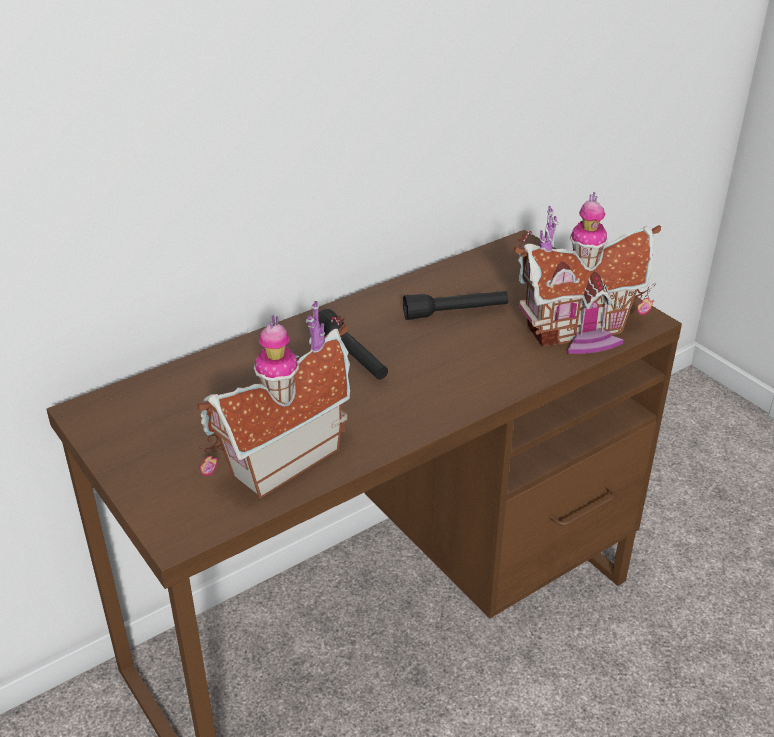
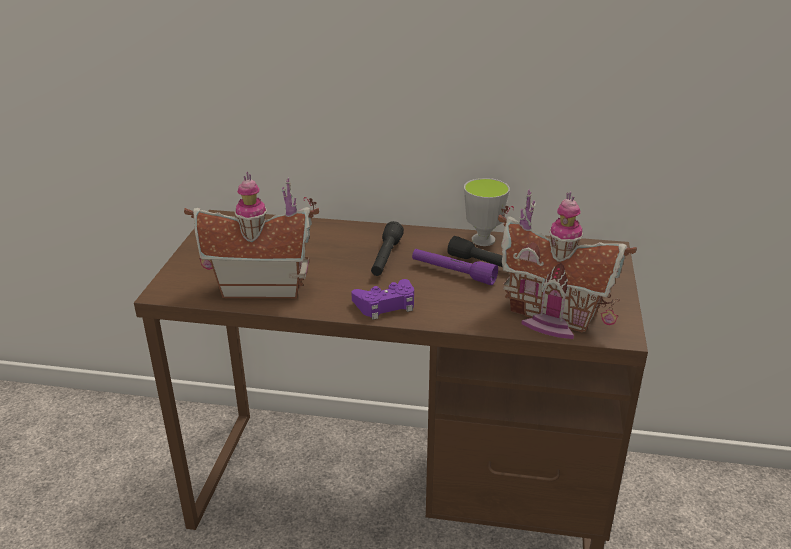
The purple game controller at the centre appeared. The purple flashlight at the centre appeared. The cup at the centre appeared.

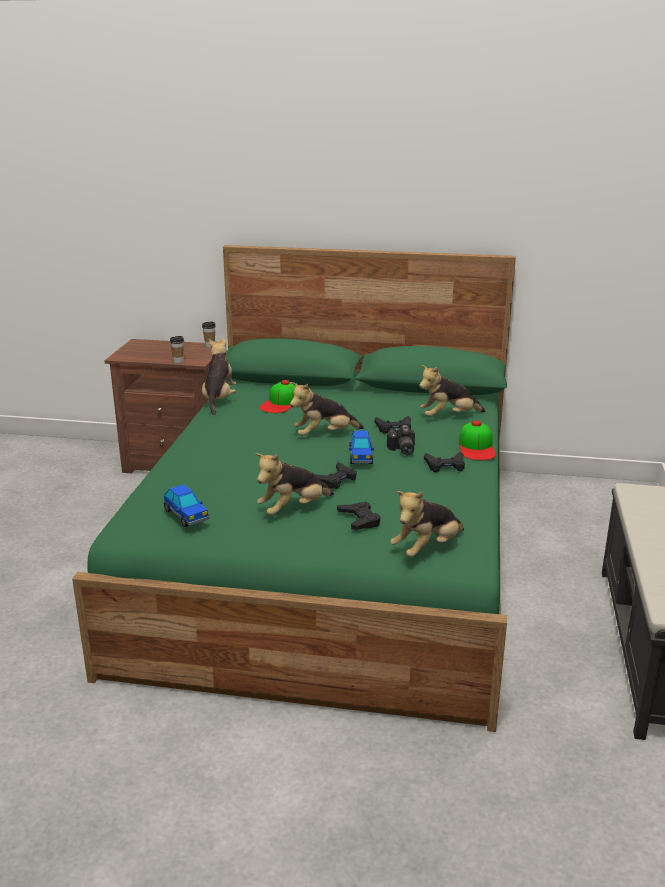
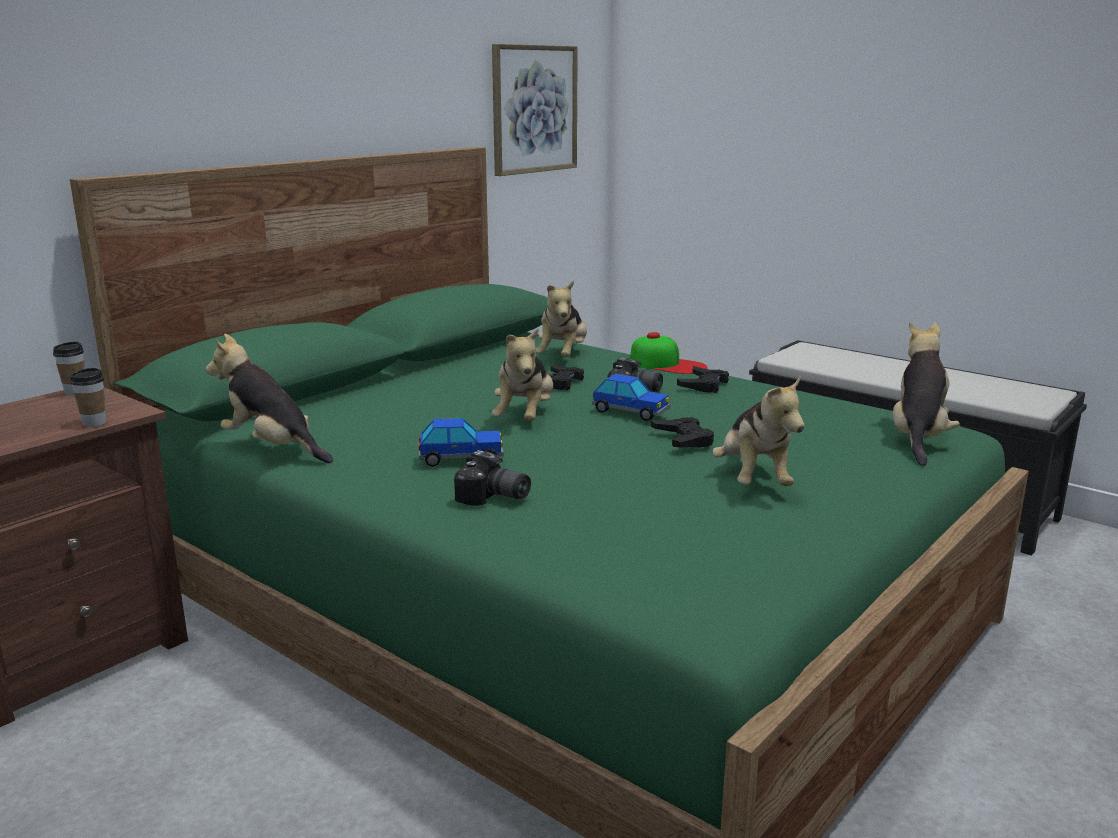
The toy car (1st from left) moved from the middle left to the centre. The cap (1st from left) at the centre disappeared. The black game controller (2nd from left) at the centre disappeared. The plush toy (4th from left in the first image) at the centre turned 150 degrees counterclockwise. The photo camera (1st from left) at the centre appeared. The picture at the top centre appeared.

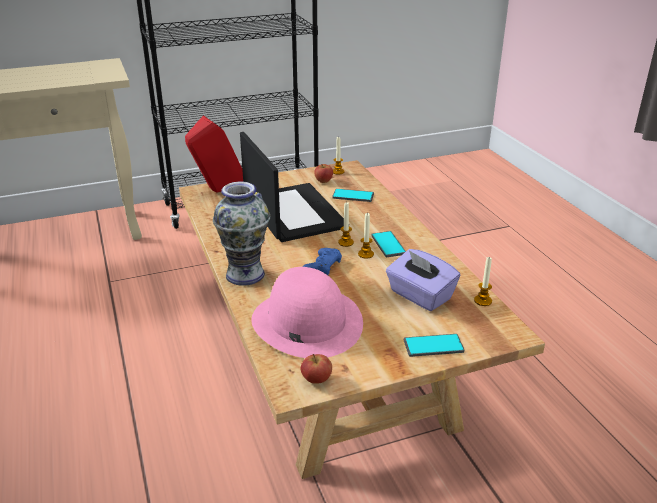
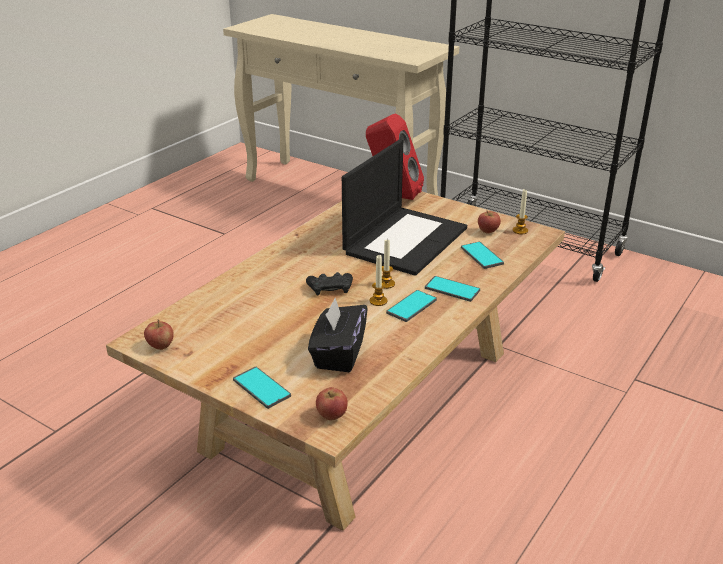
The vase at the centre disappeared. The pink hat at the centre disappeared. The blue game controller at the centre became the black game controller at the centre. The purple tissue box at the centre became the black tissue box at the centre. The candle (4th from left) at the middle right disappeared. The apple (2nd from left) at the bottom centre appeared. The phone (3rd from left) at the centre appeared.

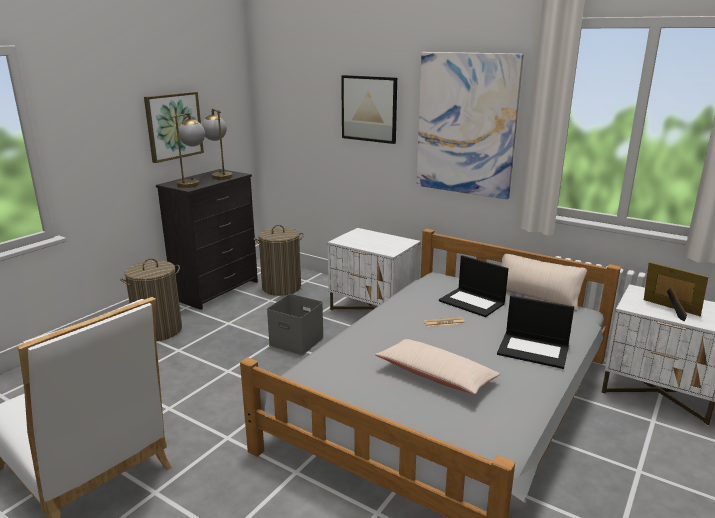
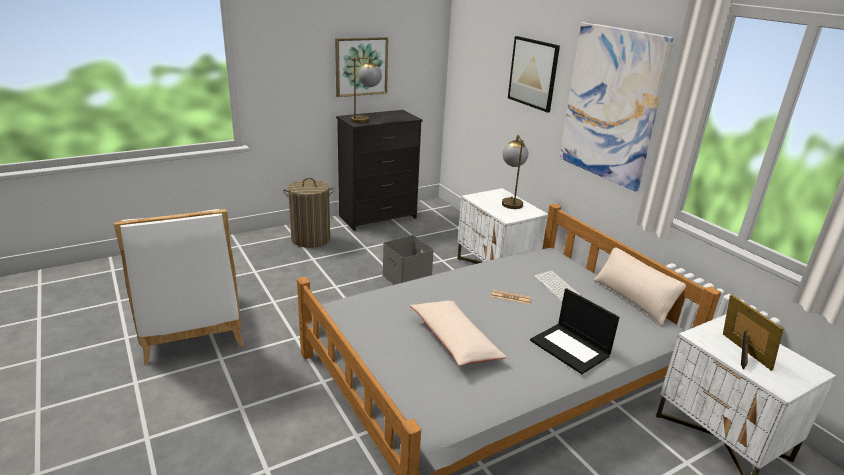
The table lamp (2nd from left) moved from the top left to the centre. The laundry basket (2nd from left) at the centre disappeared. The laptop (1st from left) at the centre was replaced by the keyboard at the centre.

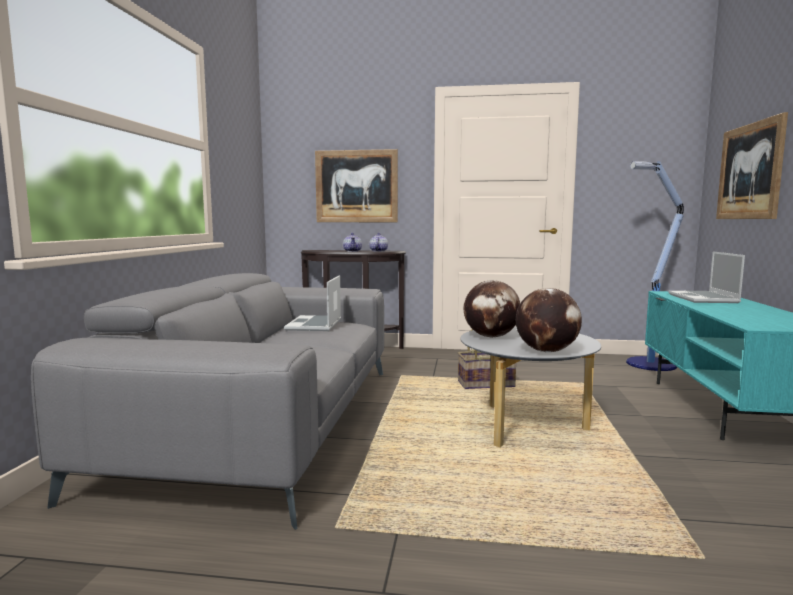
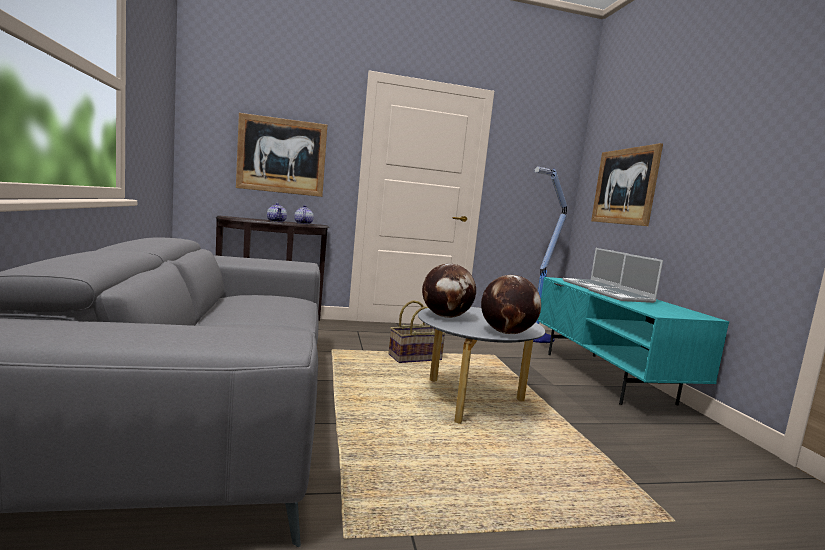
The laptop (1st from left in the first image) moved from the centre to the middle right.

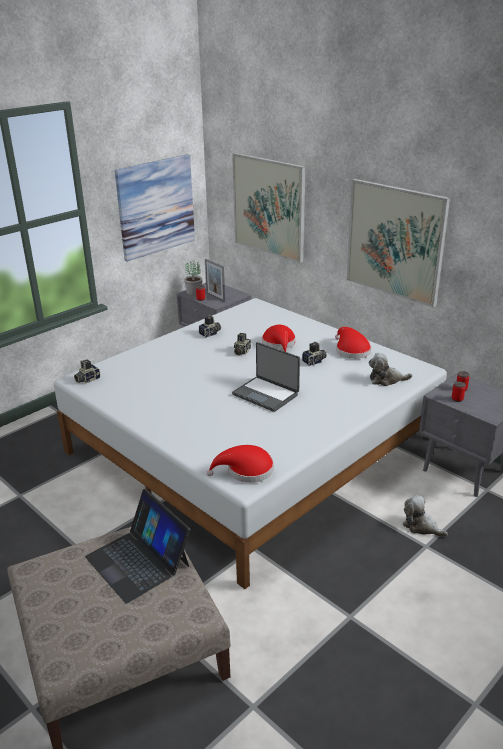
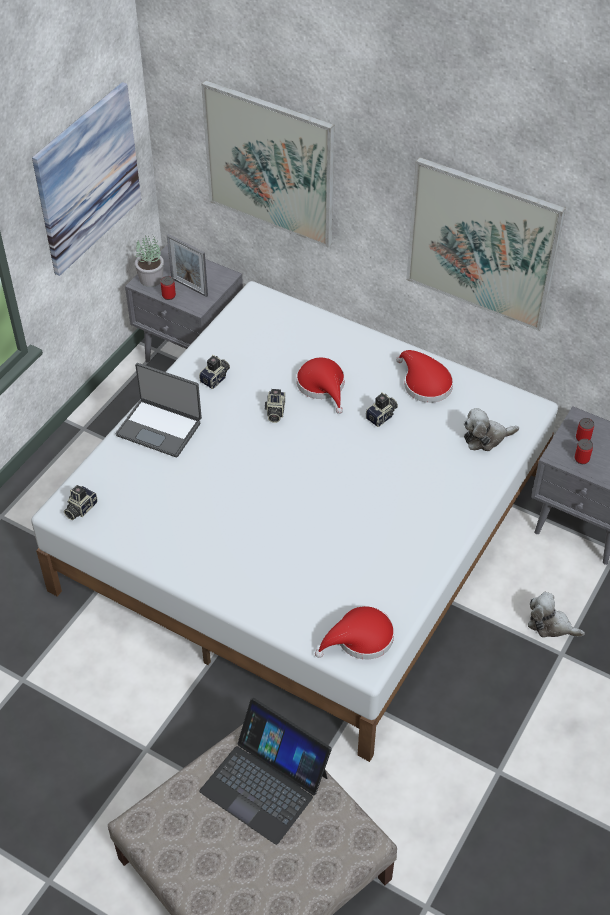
The laptop (2nd from left in the first image) moved from the centre to the middle left.

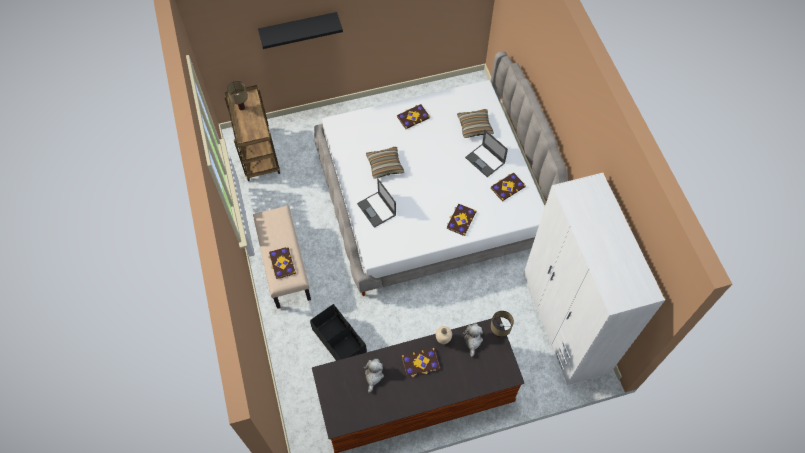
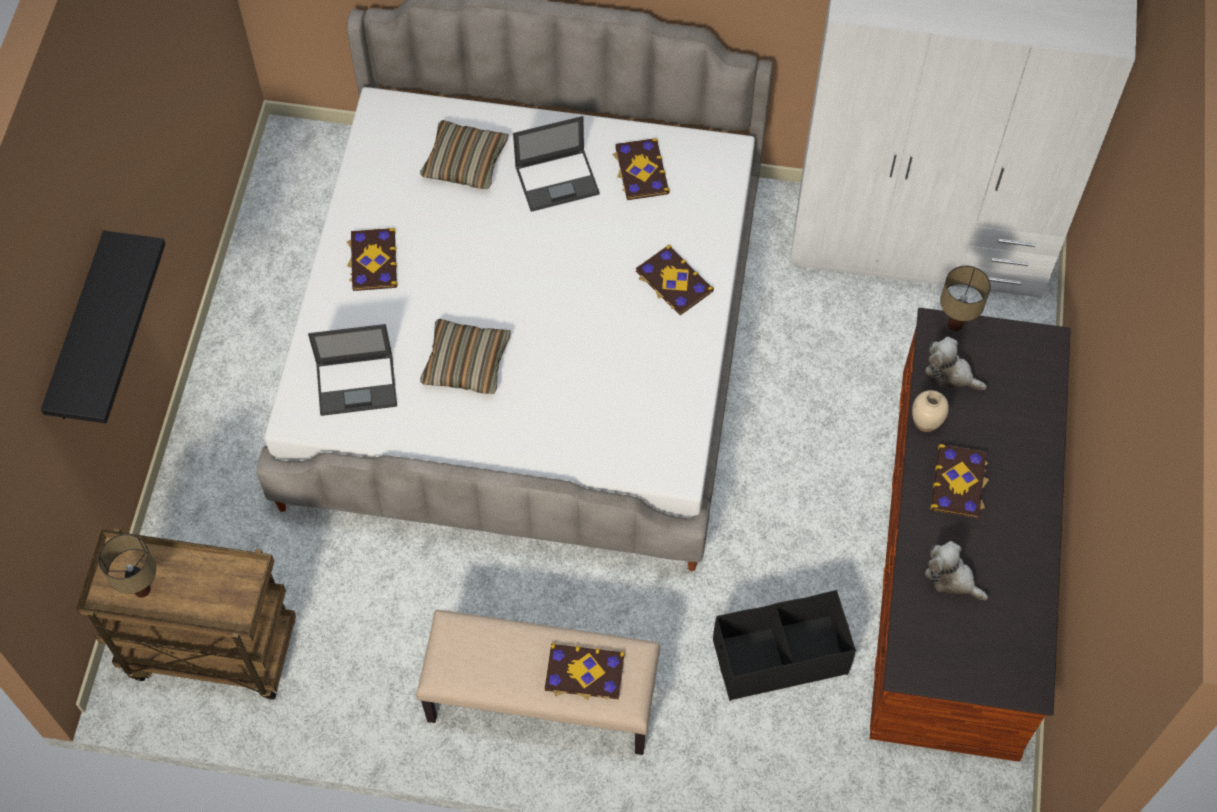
The laptop (1st from left) moved from the centre to the middle left.

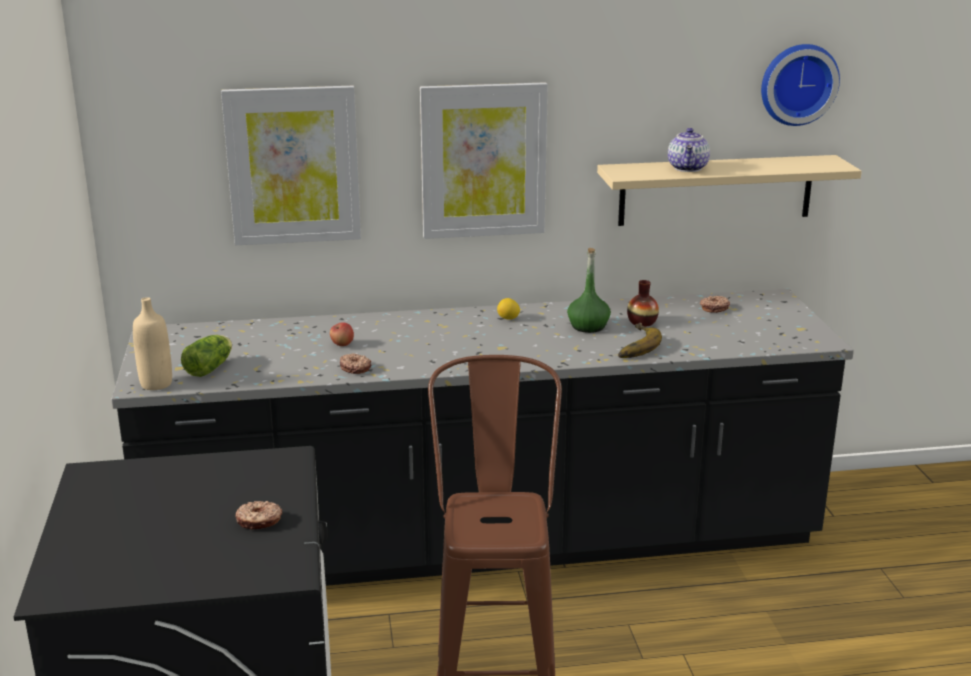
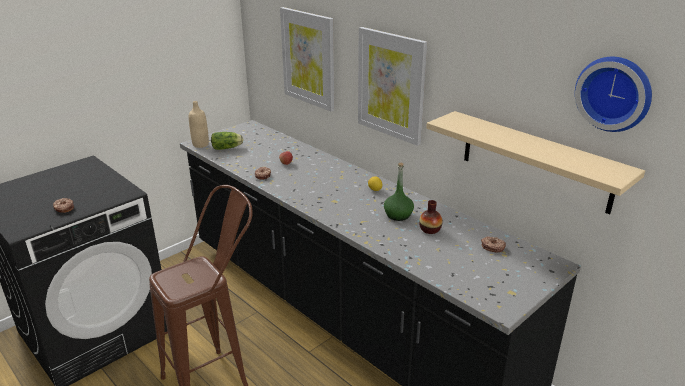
The banana at the centre disappeared. The teapot at the top right disappeared.

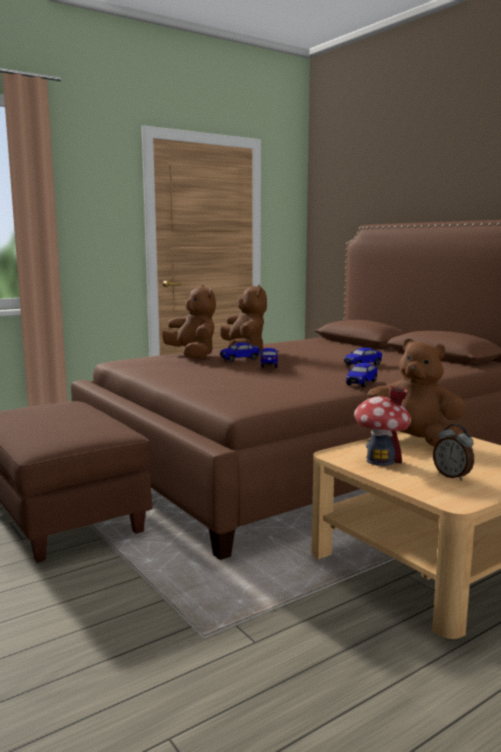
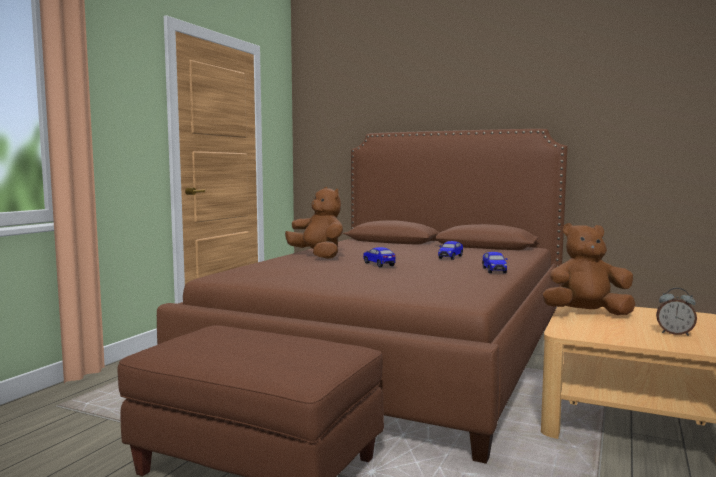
The brown plush toy (1st from left) at the centre disappeared. The toy car (1st from left) at the centre disappeared. The toy house at the middle right disappeared.

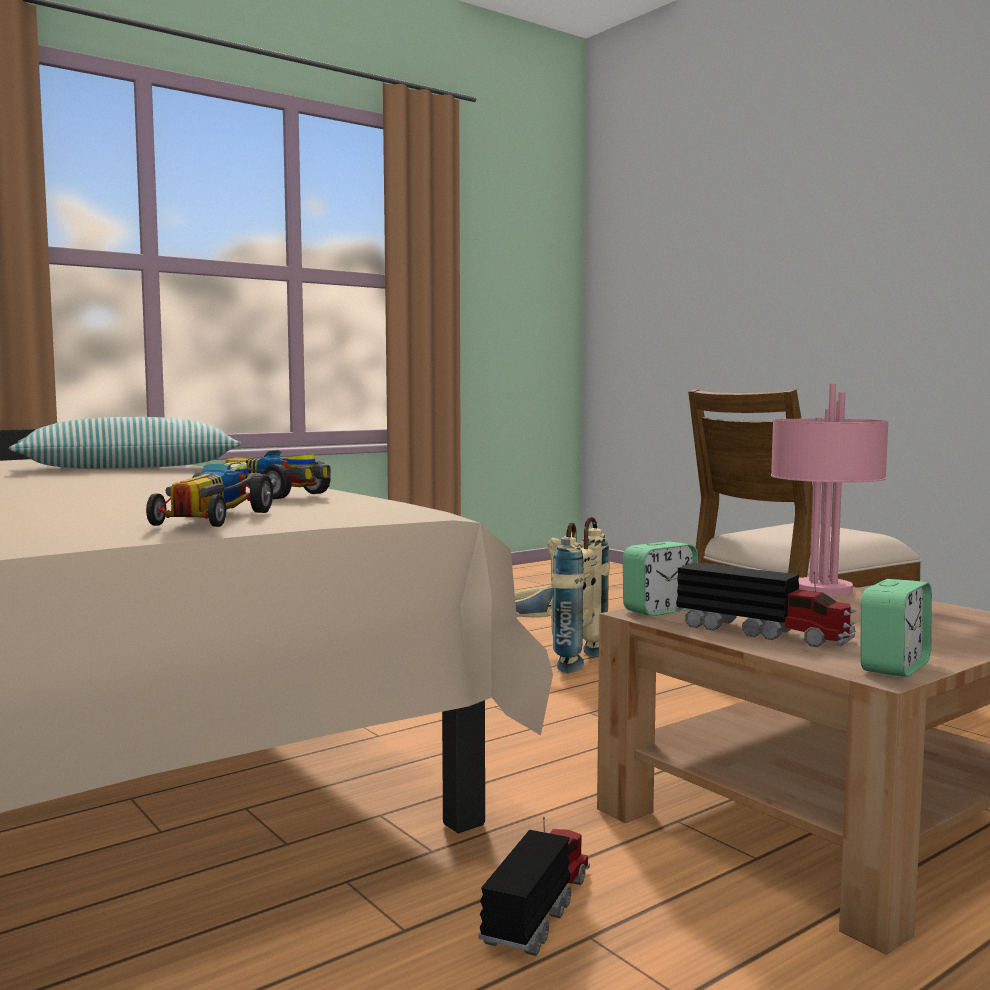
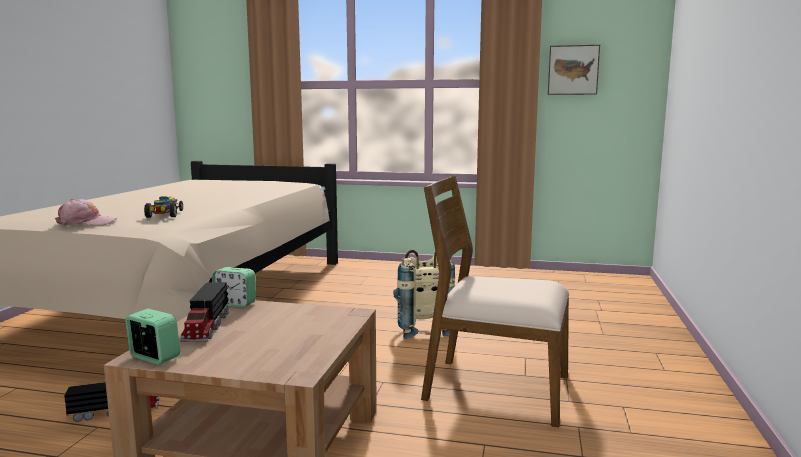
The pillow at the middle left disappeared. The toy car (1st from left) at the middle left was replaced by the pink cap at the middle left. The pink table lamp at the middle right disappeared. The alarm clock (2nd from left in the first image) at the middle right turned 150 degrees counterclockwise. The picture at the top right appeared.

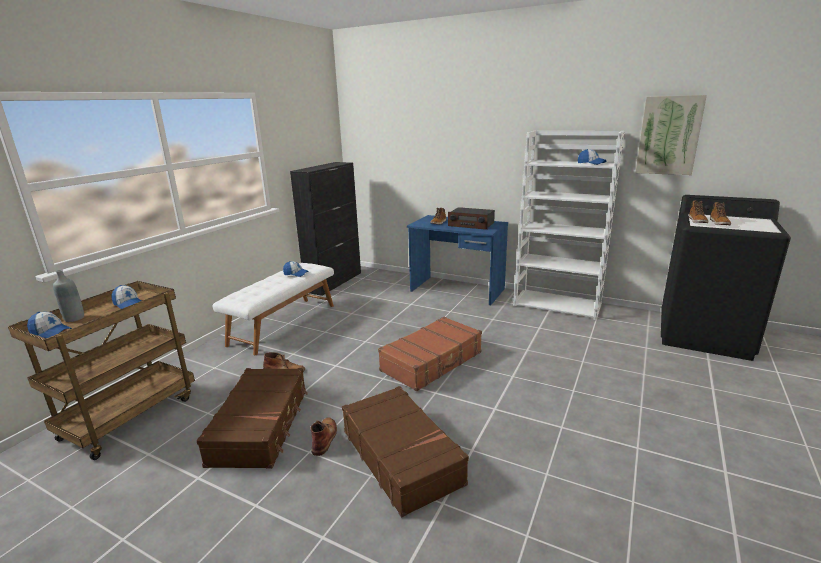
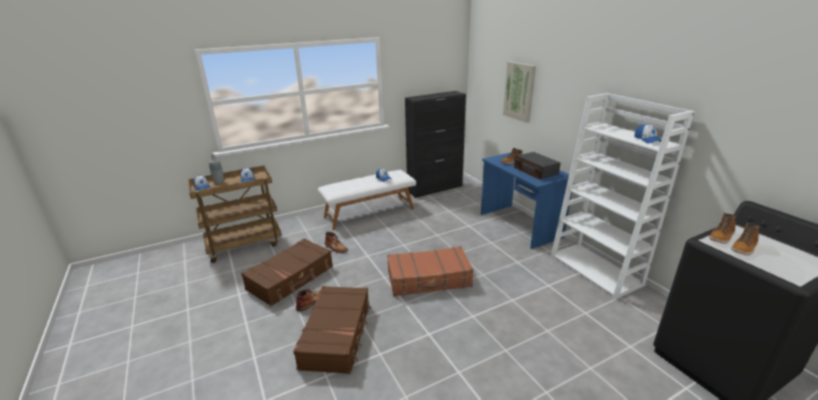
The picture moved from the top right to the top centre.

